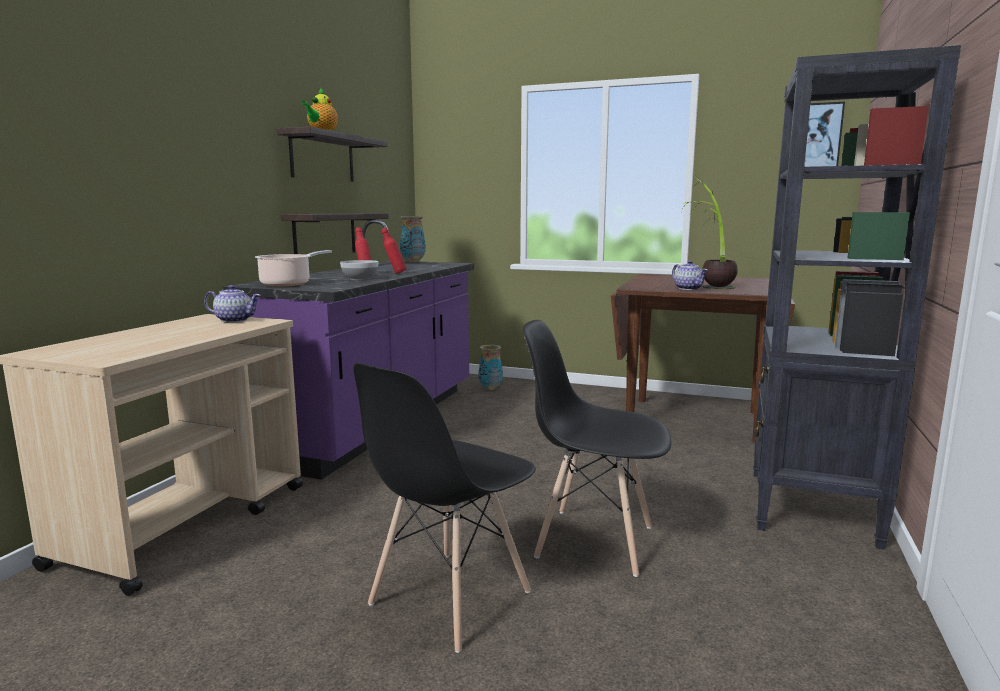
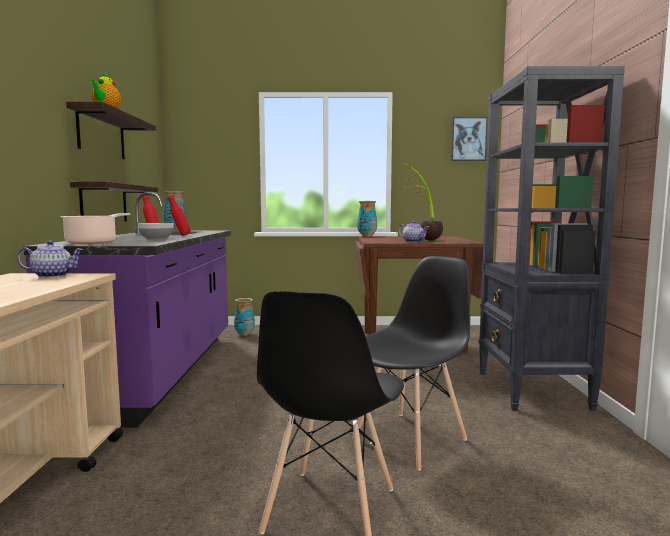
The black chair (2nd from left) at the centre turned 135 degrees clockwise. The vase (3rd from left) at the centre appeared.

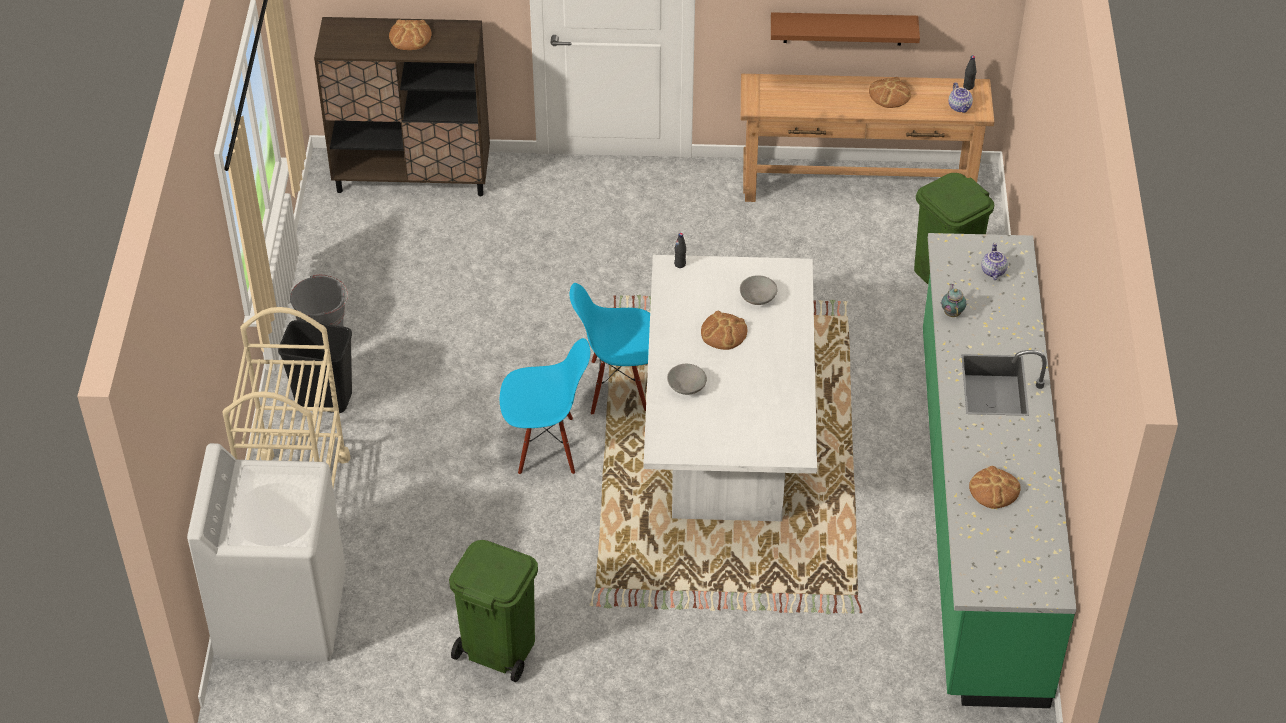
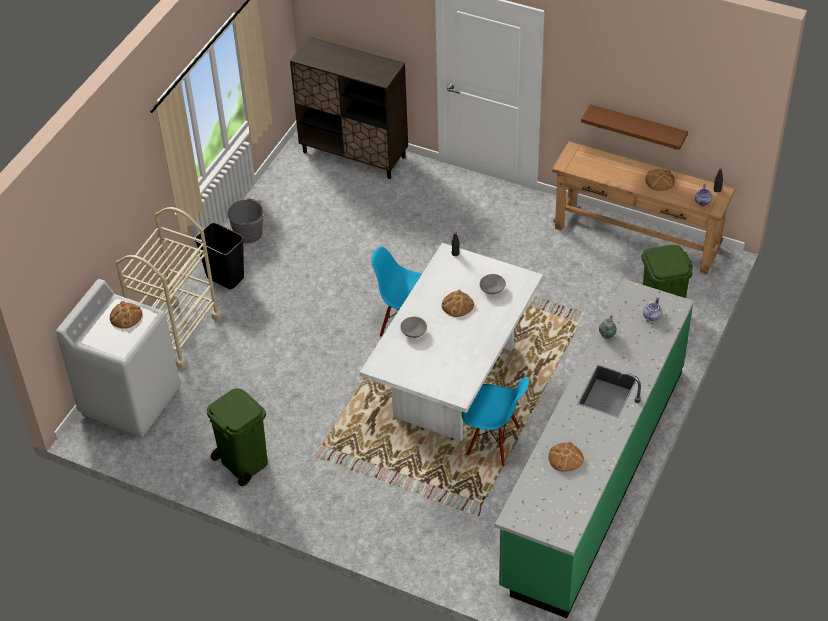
The bread (1st from left) moved from the top left to the middle left. The blue chair (1st from left in the first image) moved from the centre to the bottom centre.

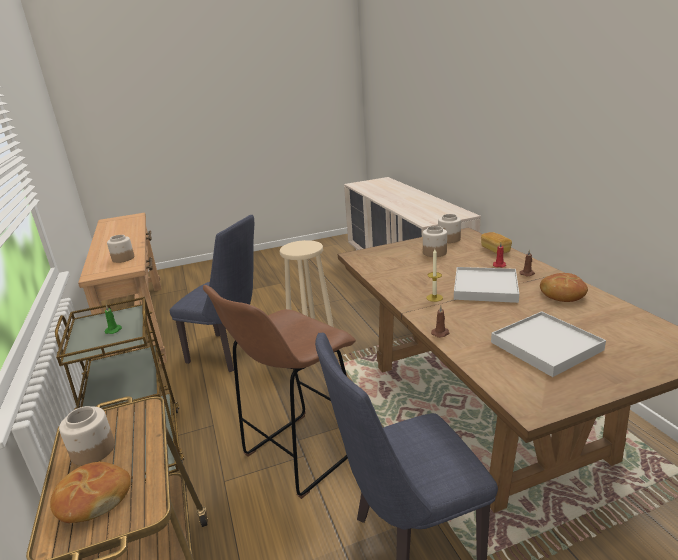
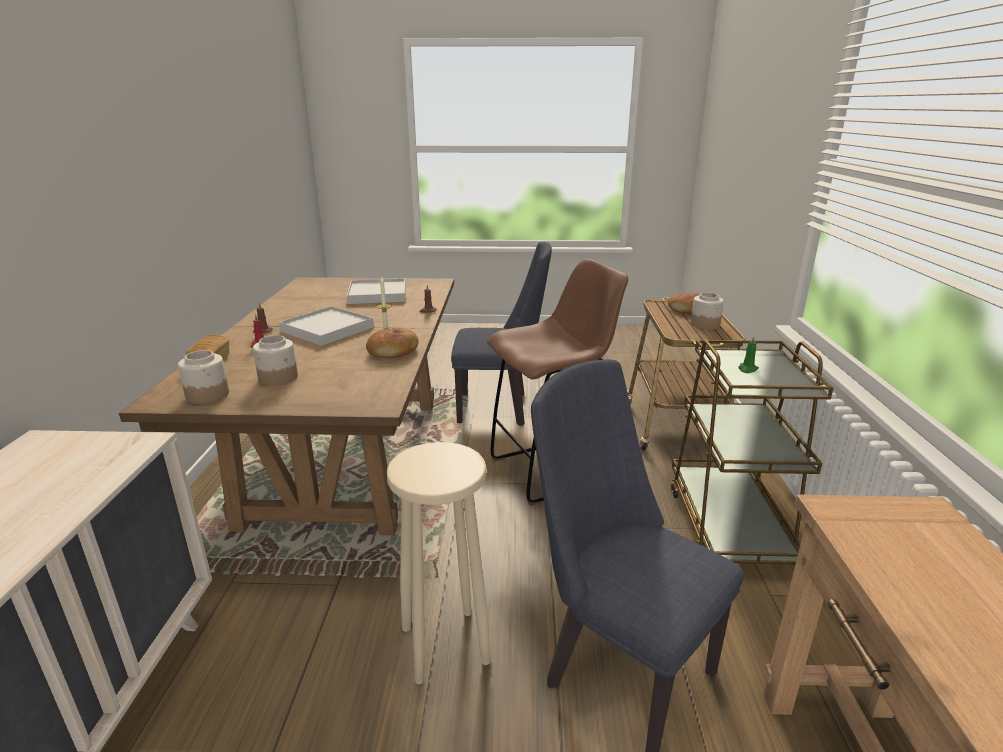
The jar (2nd from left) at the middle left disappeared. The bread (3rd from left in the first image) moved from the middle right to the centre.

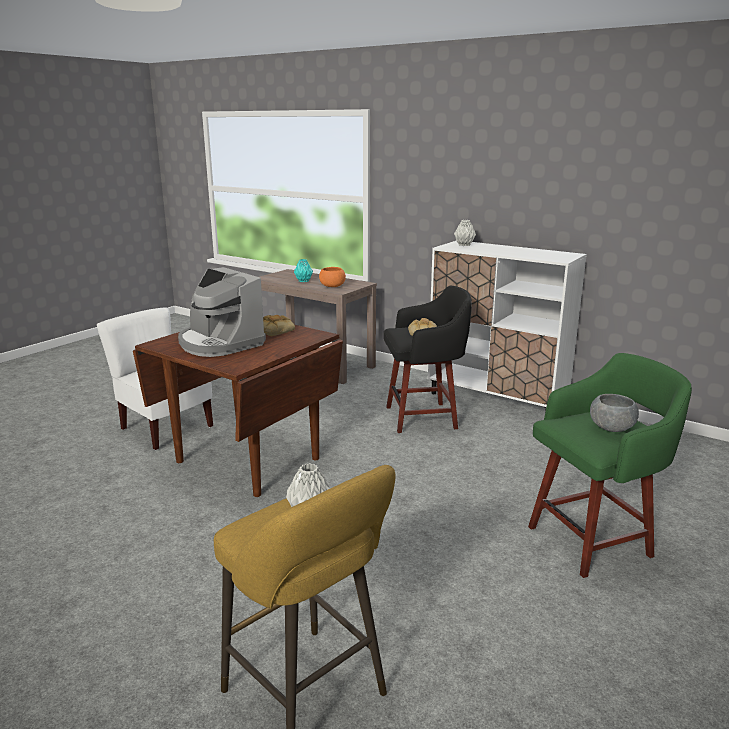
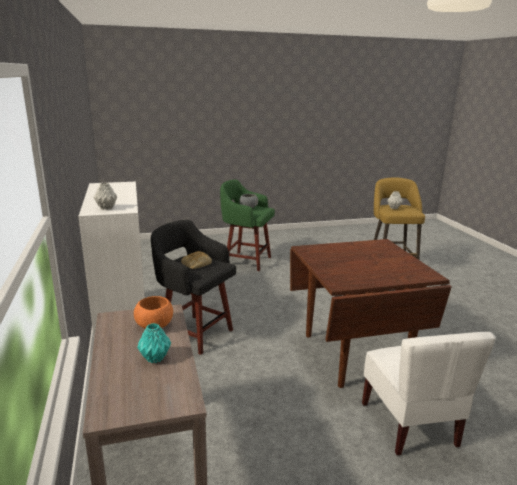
The coffee machine at the middle left disappeared. The bread (1st from left) at the centre disappeared.

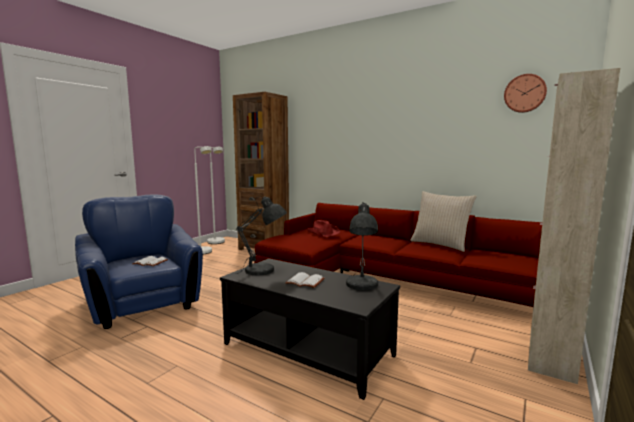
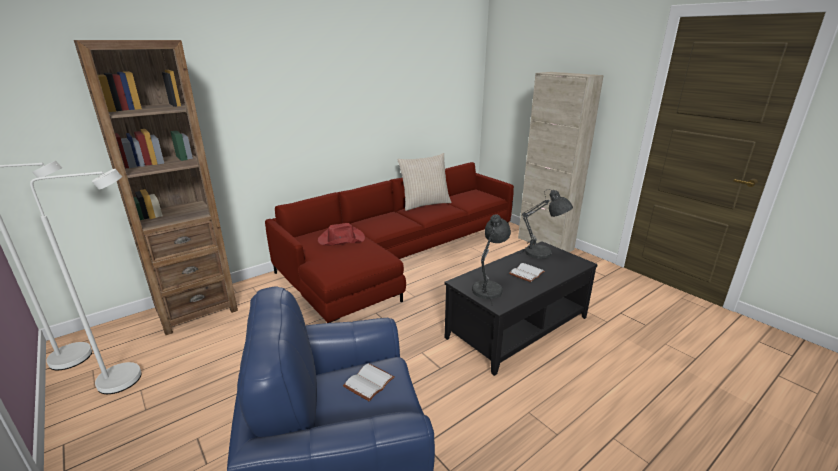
The wall clock at the top right disappeared.

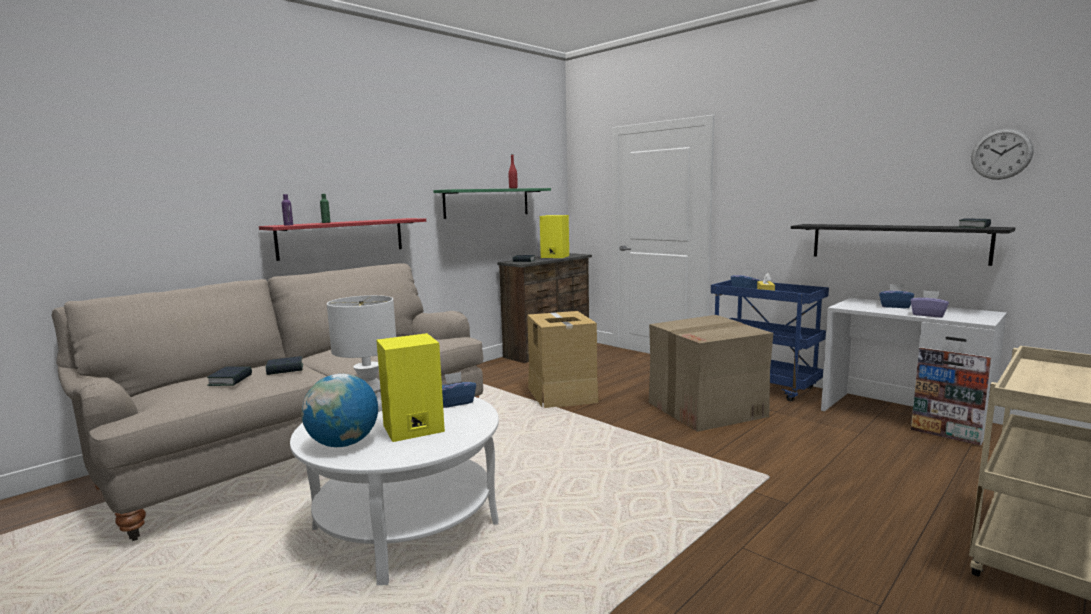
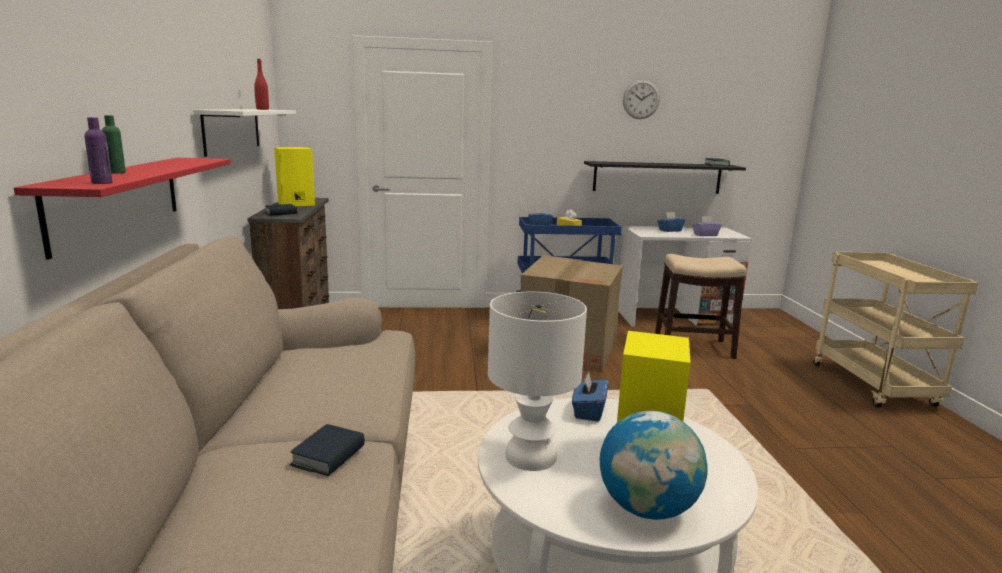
The book (1st from left) at the middle left disappeared. The green shelf at the top centre became the white shelf at the top left. The cardboard box (1st from left) at the centre disappeared. The wall clock moved from the top right to the top centre. The stool at the middle right appeared.

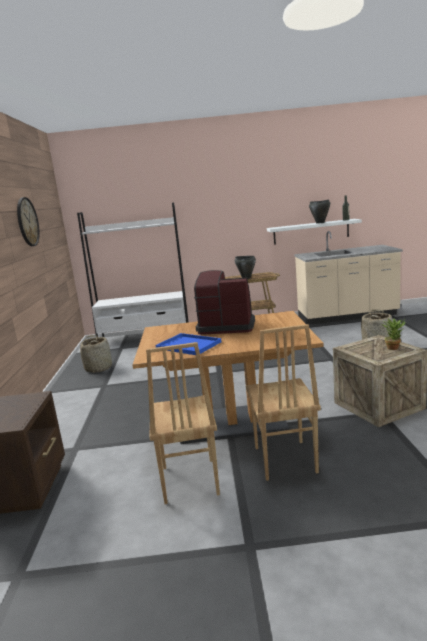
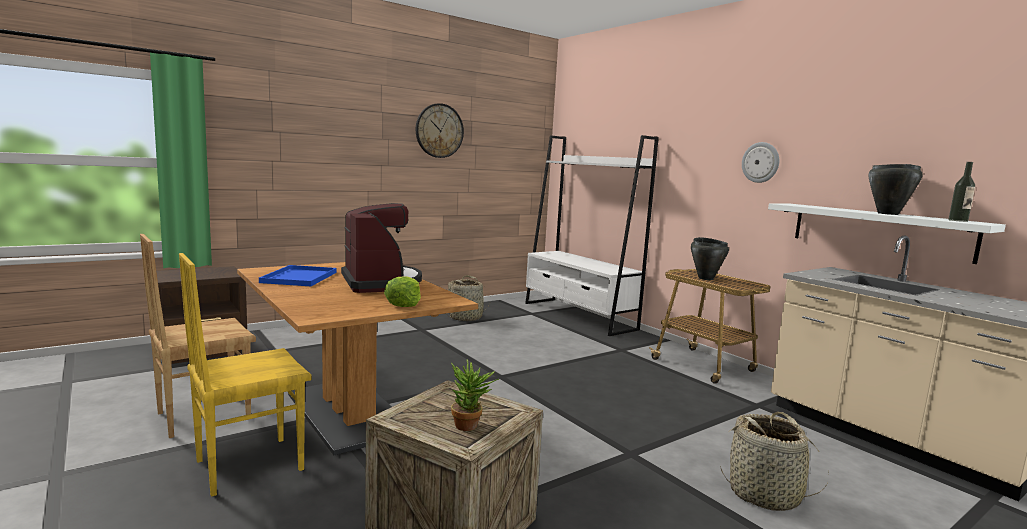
The brown chair (2nd from left) at the centre became the yellow chair at the bottom left. The lettuce at the centre appeared. The wall clock (2nd from left) at the top right appeared.

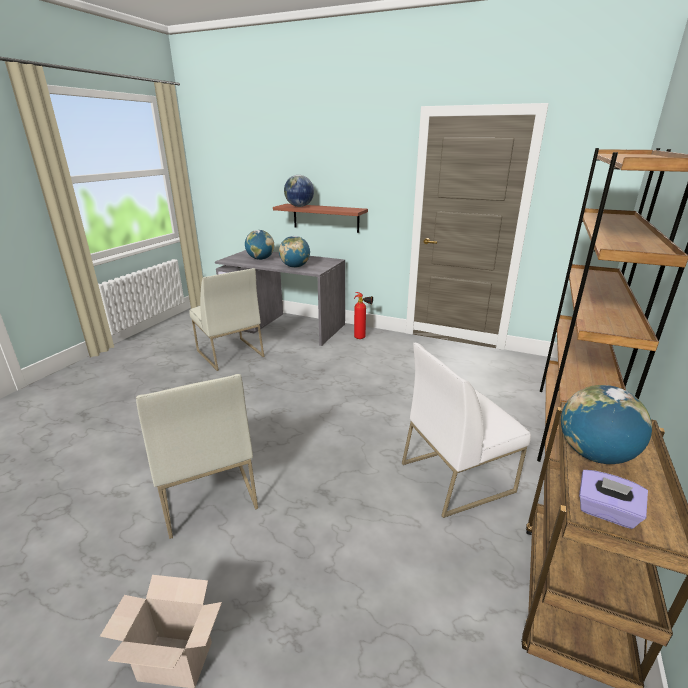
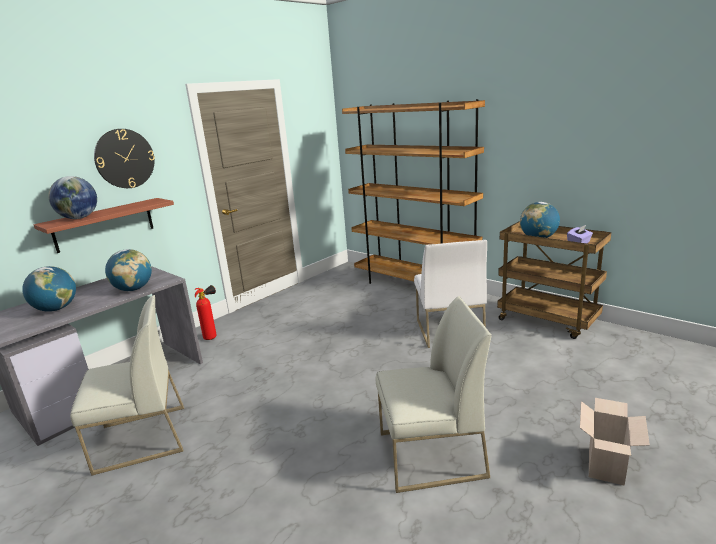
The wall clock at the top left appeared.

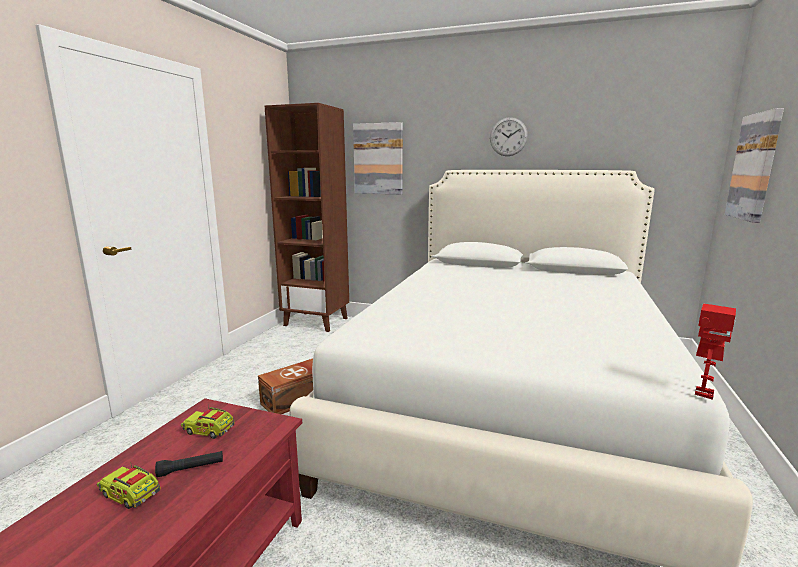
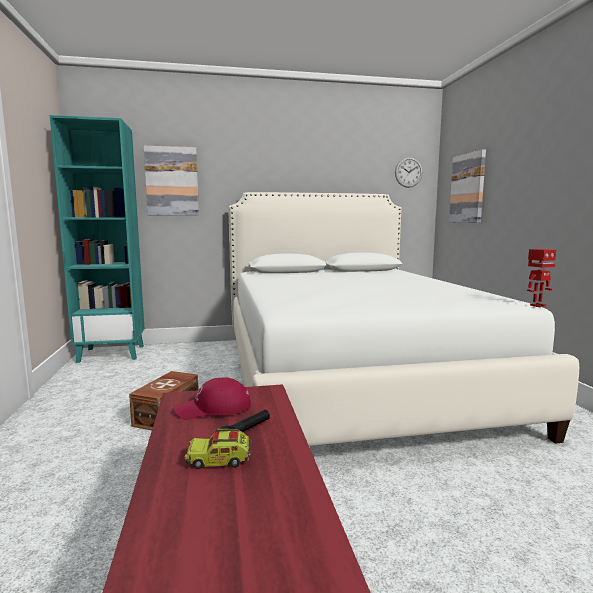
The toy truck (2nd from left) at the bottom left was replaced by the red cap at the bottom centre. The brown bookcase at the centre became the turquoise bookcase at the middle left. The wall clock moved from the top centre to the top right. The toy robot at the middle right turned 60 degrees clockwise.

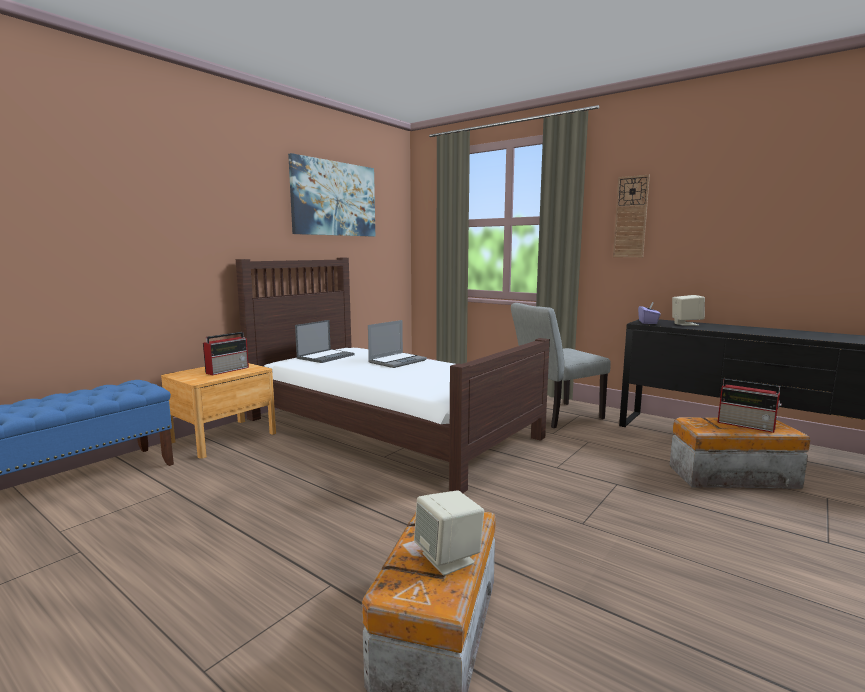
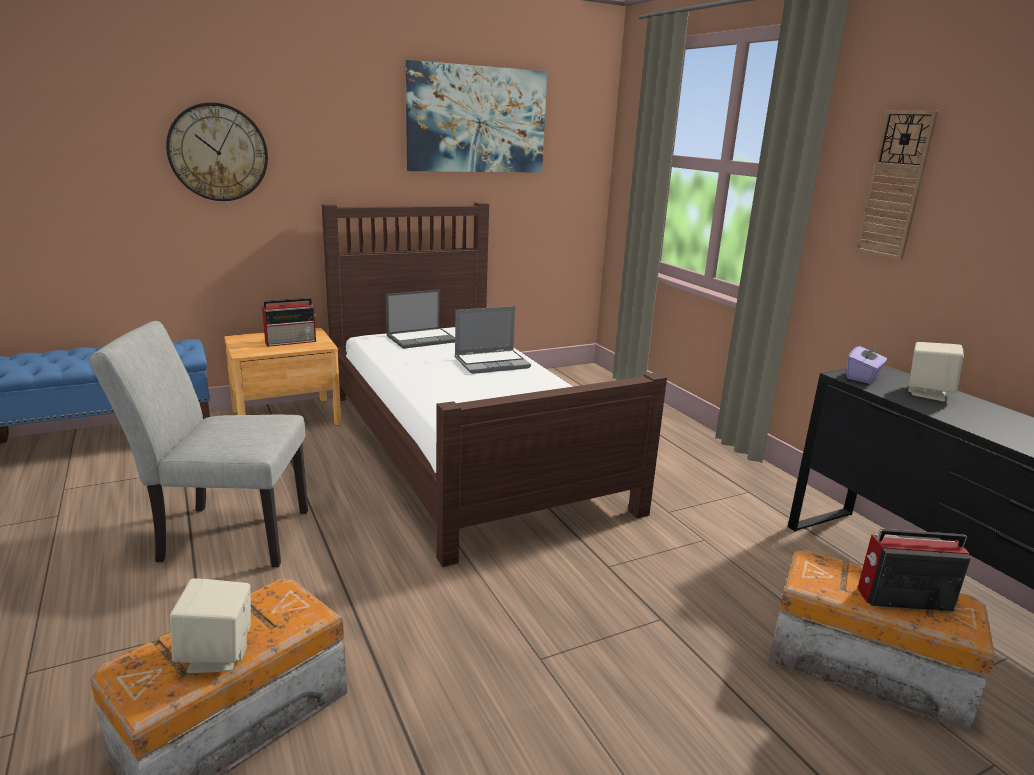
The grey chair moved from the centre to the middle left. The radio (2nd from left) at the middle right turned 120 degrees clockwise. The wall clock (1st from left) at the top left appeared.

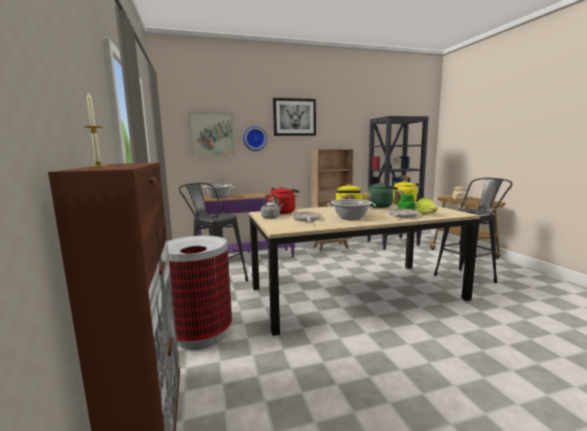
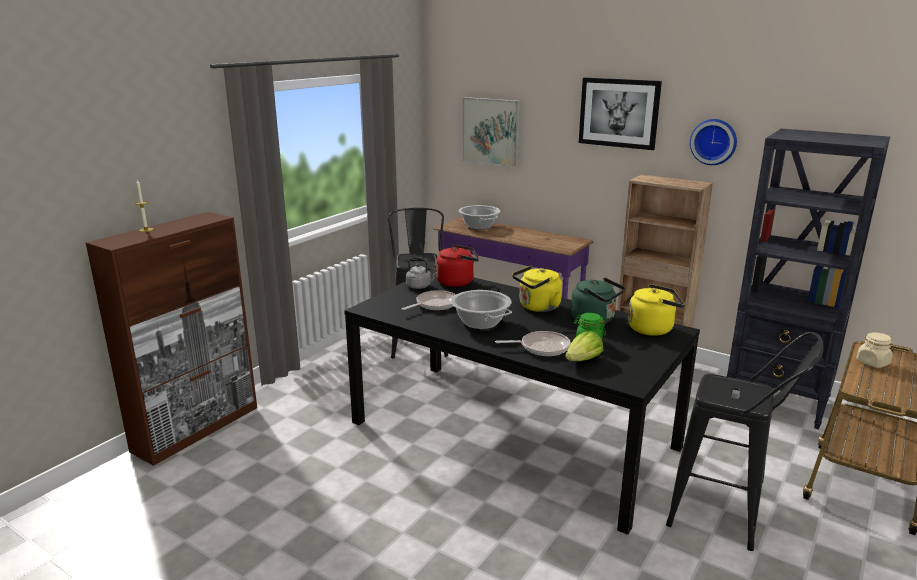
The trash can at the bottom centre disappeared. The wall clock moved from the top centre to the top right. The beige dining table at the centre became the black dining table at the bottom centre.

